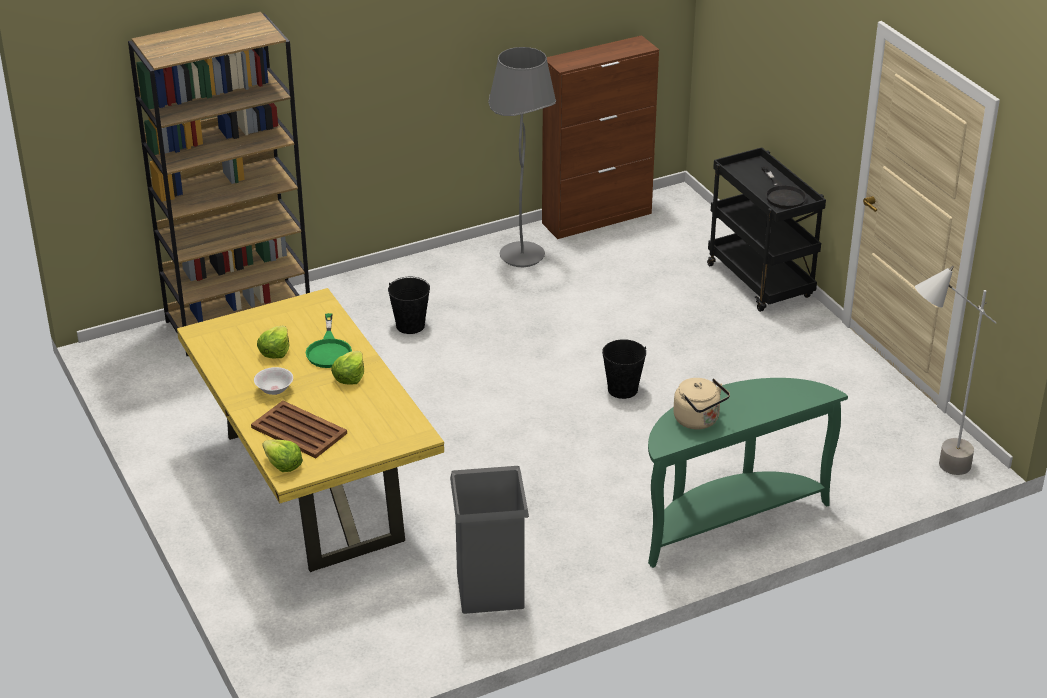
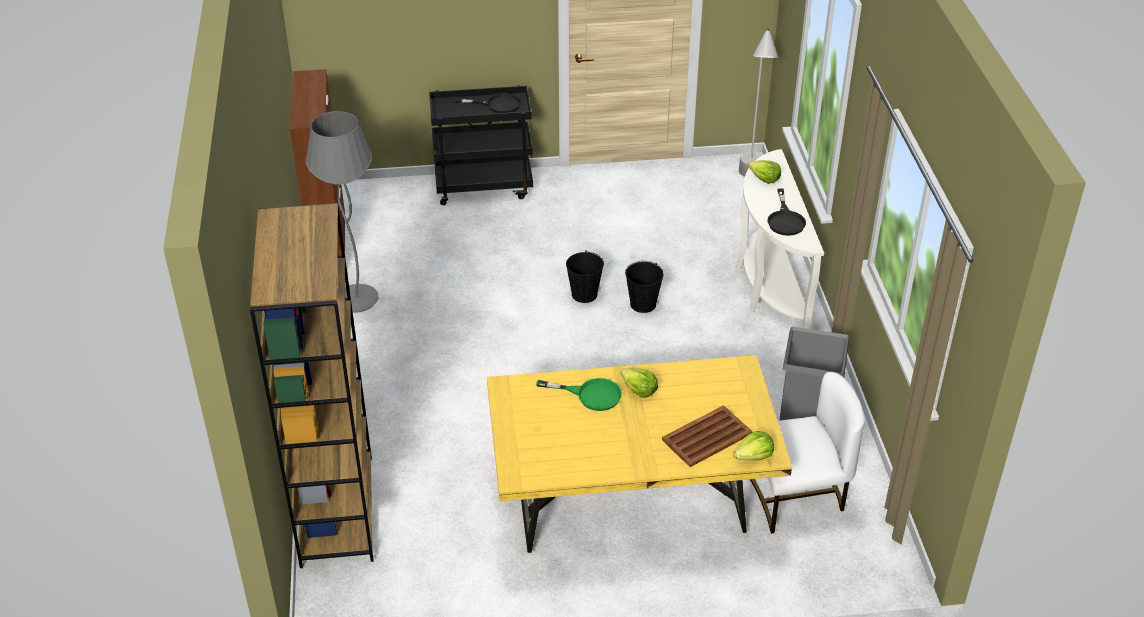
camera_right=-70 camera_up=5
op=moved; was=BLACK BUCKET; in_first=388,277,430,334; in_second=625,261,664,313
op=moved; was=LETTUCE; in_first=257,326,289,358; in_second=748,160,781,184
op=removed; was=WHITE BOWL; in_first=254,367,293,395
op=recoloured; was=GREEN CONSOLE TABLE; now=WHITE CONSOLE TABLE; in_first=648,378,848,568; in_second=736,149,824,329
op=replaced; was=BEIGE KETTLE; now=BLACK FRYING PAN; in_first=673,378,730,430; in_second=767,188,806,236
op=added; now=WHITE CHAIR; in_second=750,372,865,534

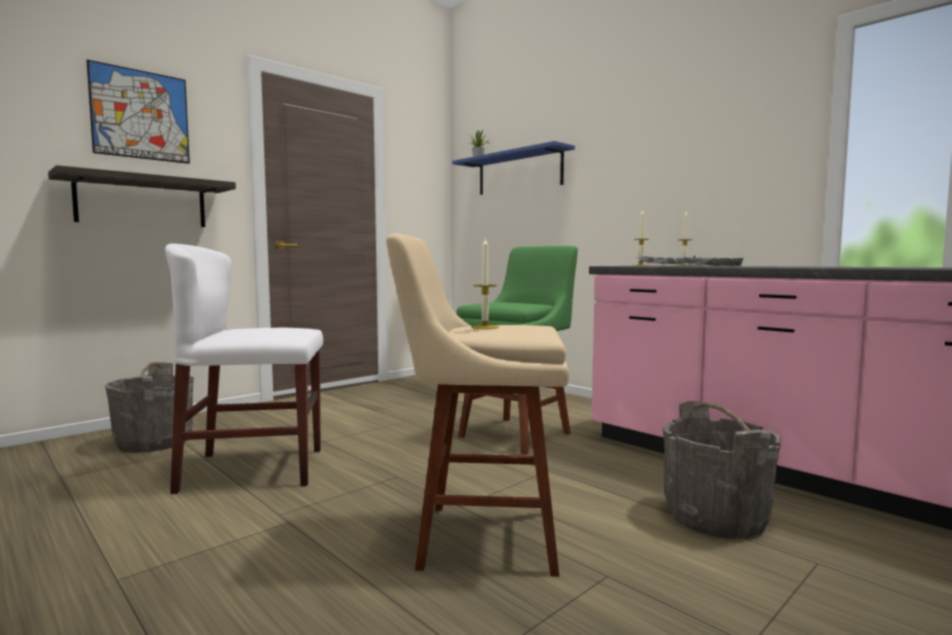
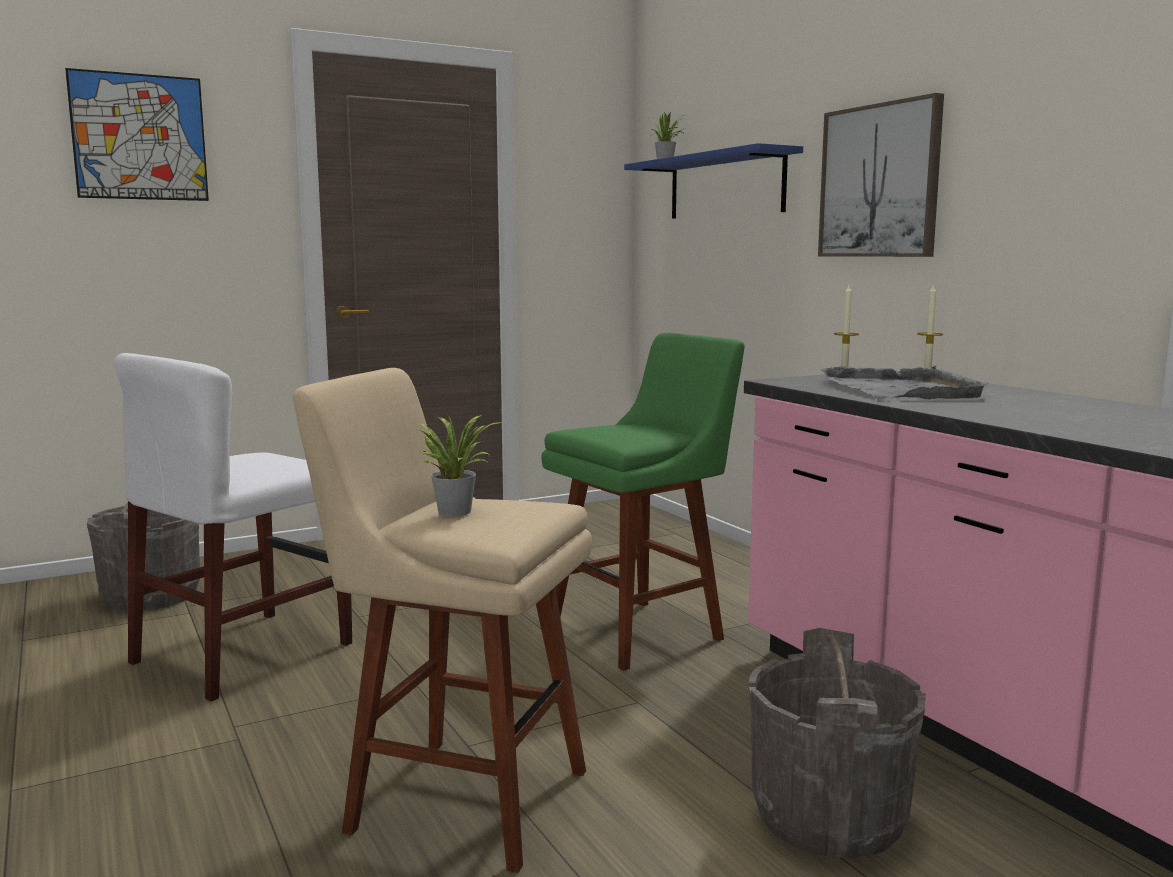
camera_right=15 camera_up=5
op=removed; was=SHELF; in_first=48,165,236,227
op=replaced; was=CANDLE; now=POTTED PLANT; in_first=471,238,499,329; in_second=418,413,504,516
op=turned; was=WHITE CHAIR; in_first=165,243,323,494; in_second=114,353,352,701; clockwise=-60
op=added; now=PICTURE; in_second=818,93,944,257

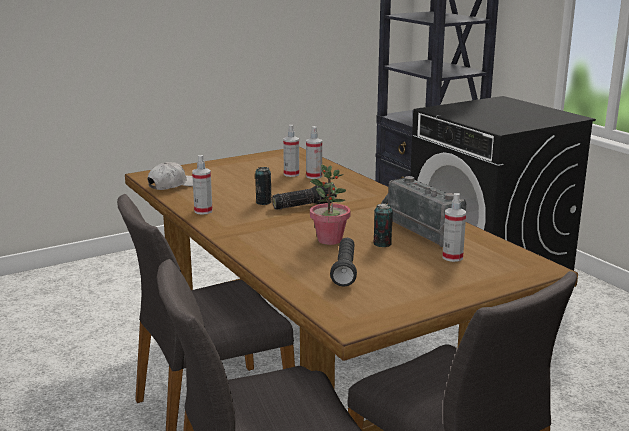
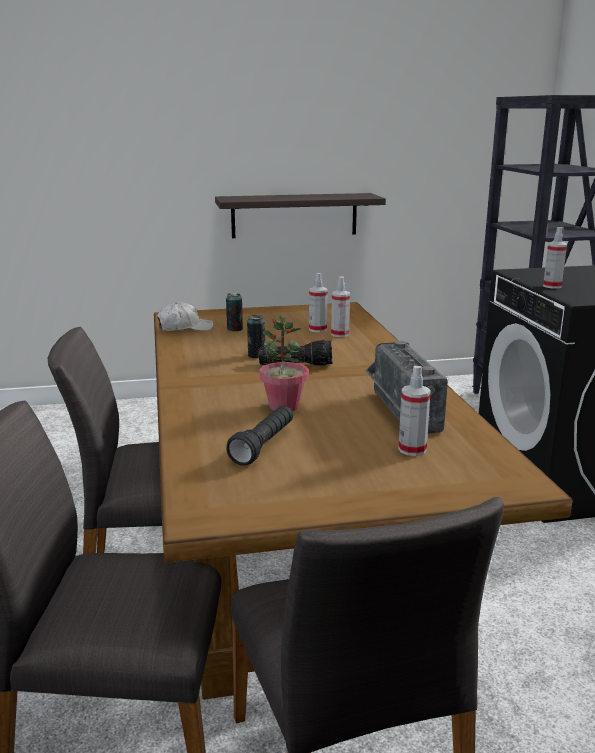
camera_right=20 camera_up=0
op=moved; was=SPRAY BOTTLE; in_first=192,155,213,215; in_second=543,227,567,289
op=moved; was=CAN; in_first=374,203,393,247; in_second=226,293,243,331
op=added; now=SHELF; in_second=215,193,386,238

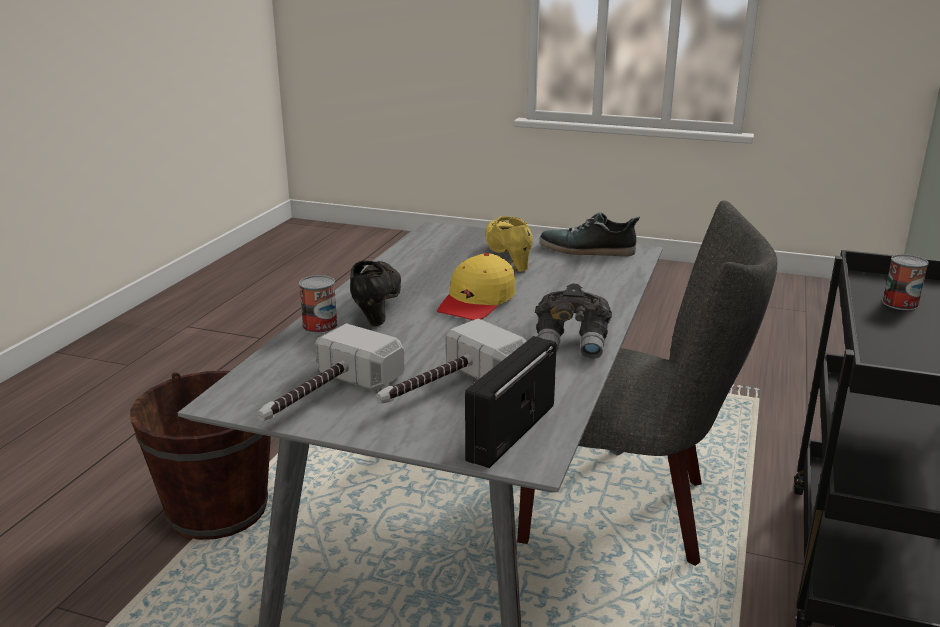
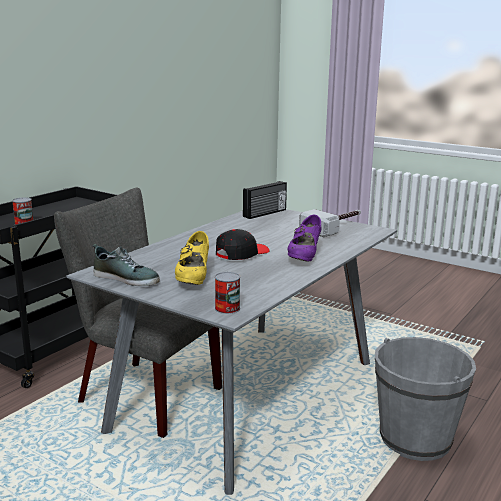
camera_right=-165 camera_up=-5
op=recoloured; was=YELLOW CAP; now=BLACK CAP; in_first=437,253,515,320; in_second=216,229,269,260
op=recoloured; was=BLACK SHOE; now=PURPLE SHOE; in_first=350,260,401,327; in_second=287,215,321,261
op=moved; was=CAN; in_first=299,275,338,334; in_second=215,272,240,314
op=removed; was=GREY BINOCULARS; in_first=535,283,612,359
op=removed; was=HAMMER; in_first=376,318,527,404
op=recoloured; was=BROWN BUCKET; now=GREY BUCKET; in_first=130,371,271,540; in_second=375,337,476,461

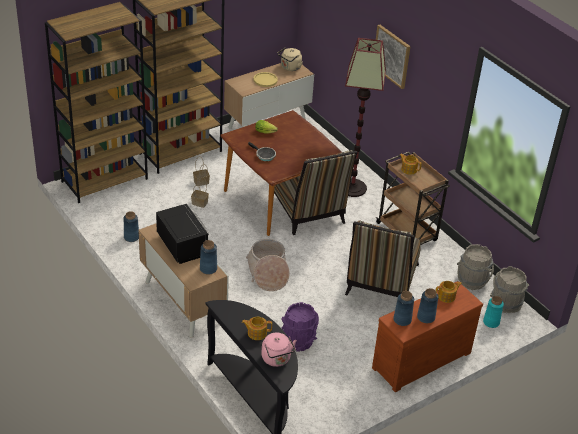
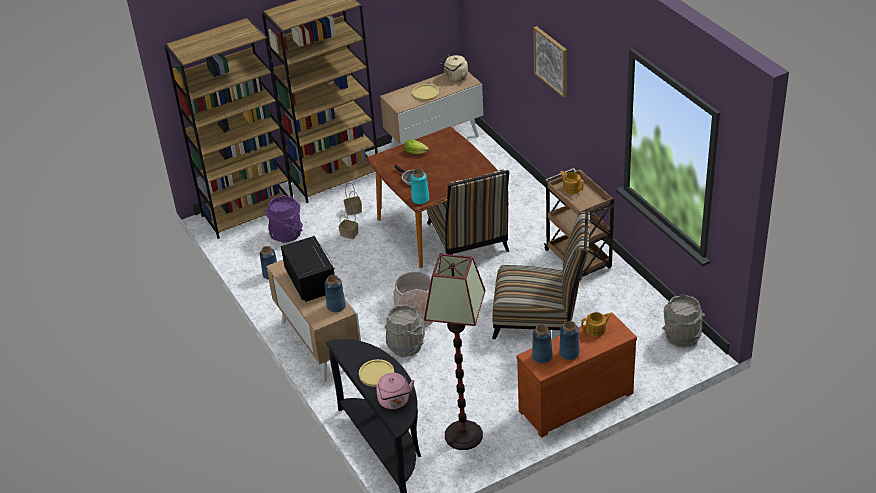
camera_right=10 camera_up=0
op=moved; was=FLOOR LAMP; in_first=345,38,386,197; in_second=424,254,486,450
op=turned; was=CHAIR; in_first=345,220,421,297; in_second=492,209,590,339; clockwise=-105
op=moved; was=GREY BUCKET; in_first=457,244,494,290; in_second=385,304,425,357
op=moved; was=TURQUOISE VASE; in_first=483,296,504,328; in_second=411,169,429,204
op=moved; was=PURPLE BUCKET; in_first=281,302,319,351; in_second=265,195,303,243
op=replaced; was=TEAPOT; now=YELLOW PLATE; in_first=242,317,272,340; in_second=359,359,394,387

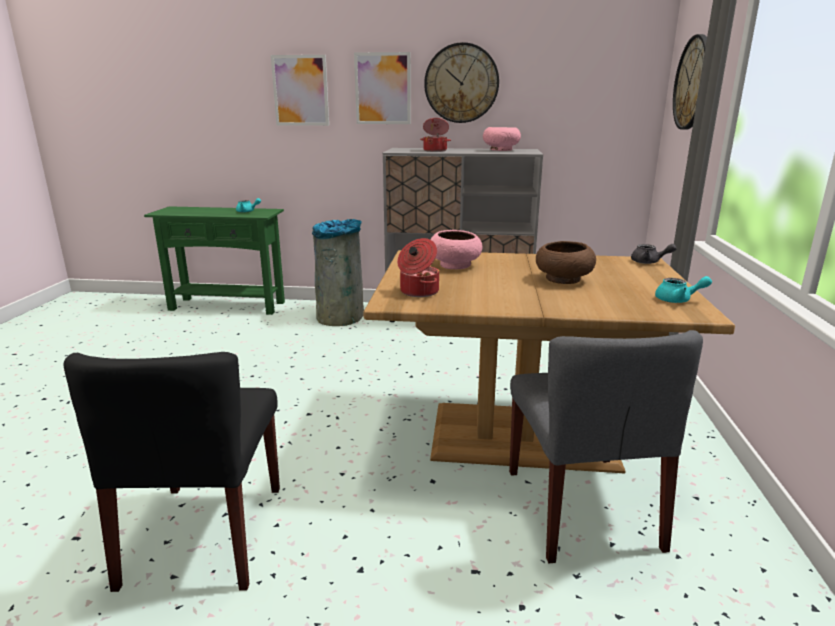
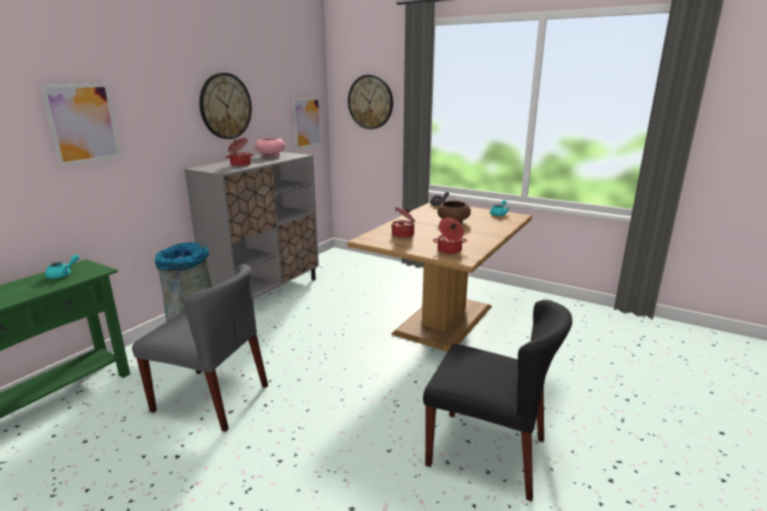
camera_right=-65 camera_up=0
op=moved; was=PICTURE; in_first=354,52,411,124; in_second=293,98,322,149
op=replaced; was=PINK BOWL; now=COOKING POT; in_first=430,230,482,269; in_second=391,207,415,238
op=moved; was=GREY CHAIR; in_first=509,330,703,563; in_second=132,264,268,432

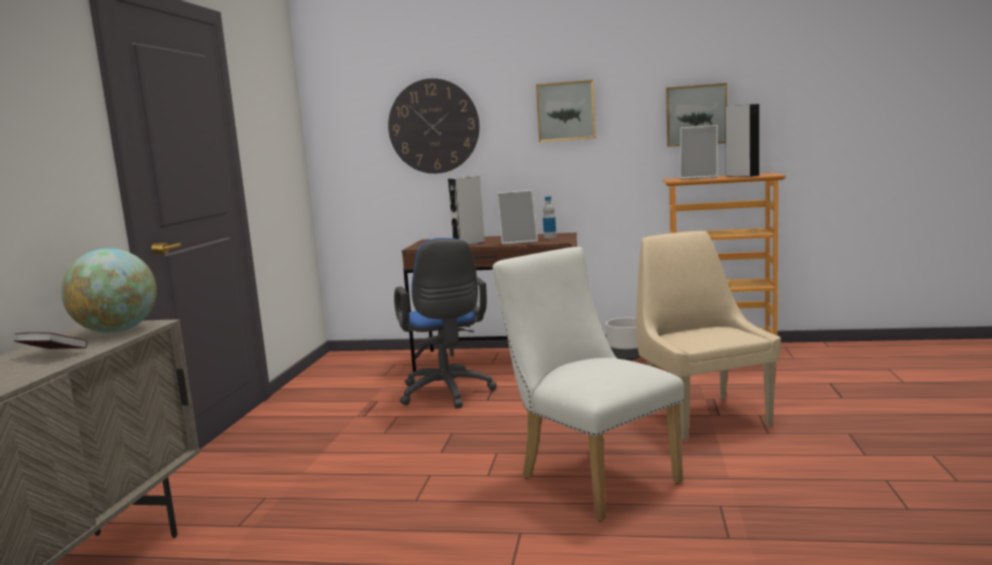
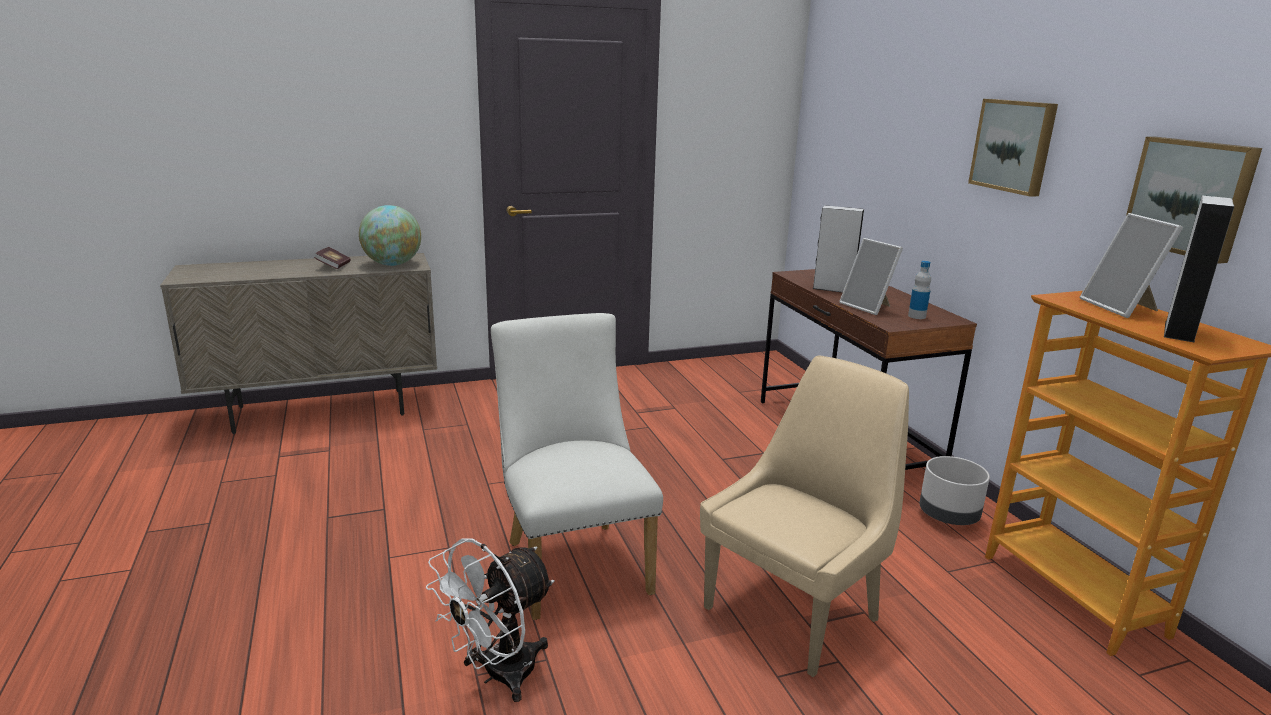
camera_right=60 camera_up=10
op=removed; was=WALL CLOCK; in_first=388,78,480,174
op=removed; was=BLUE OFFICE CHAIR; in_first=394,238,497,408
op=turned; was=WHITE CHAIR; in_first=493,247,684,522; in_second=491,313,663,620; clockwise=-45
op=added; now=WHITE FAN; in_second=426,539,555,702

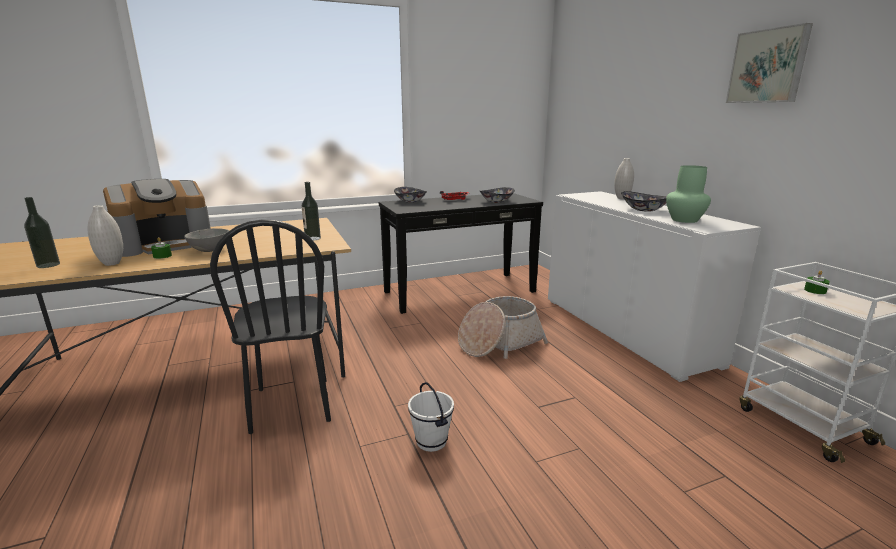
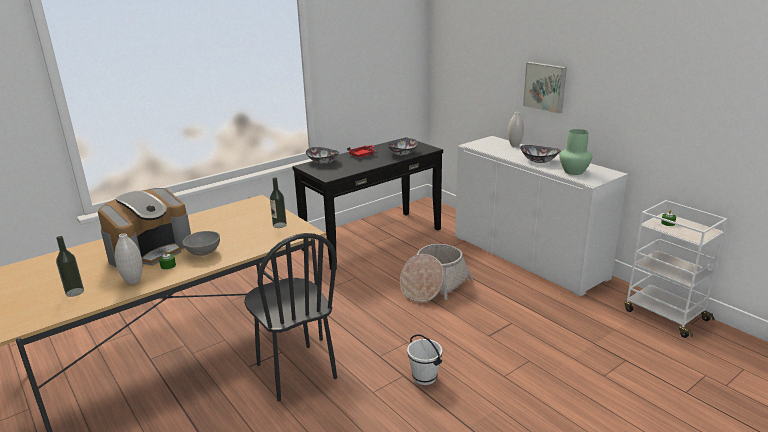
camera_right=-15 camera_up=5
op=moved; was=PICTURE; in_first=726,23,813,103; in_second=523,62,567,114

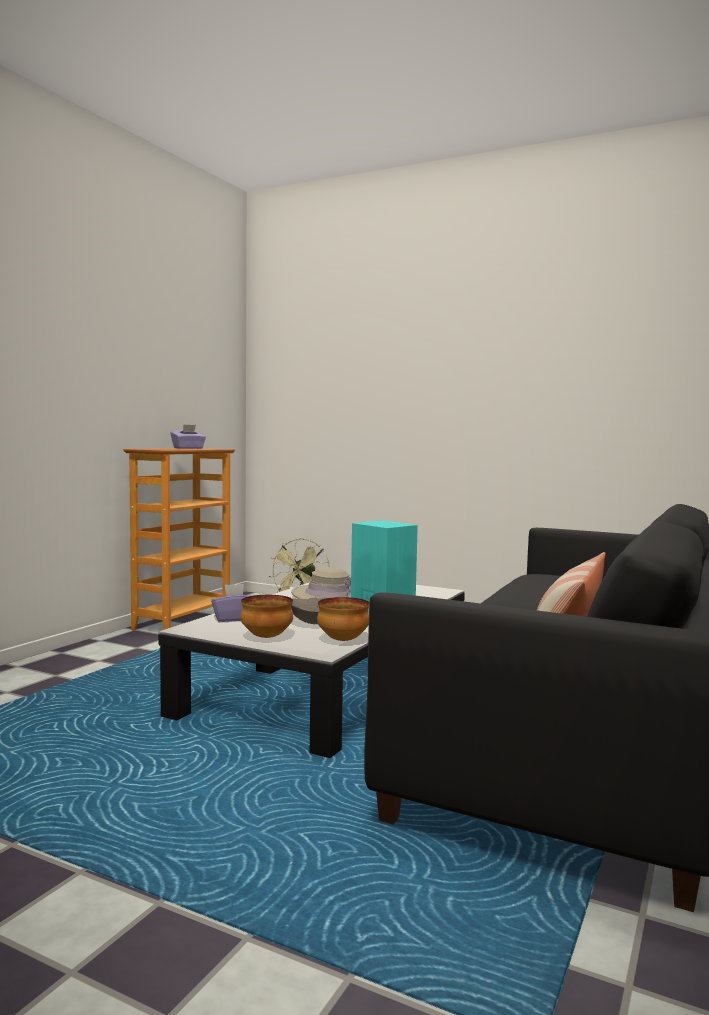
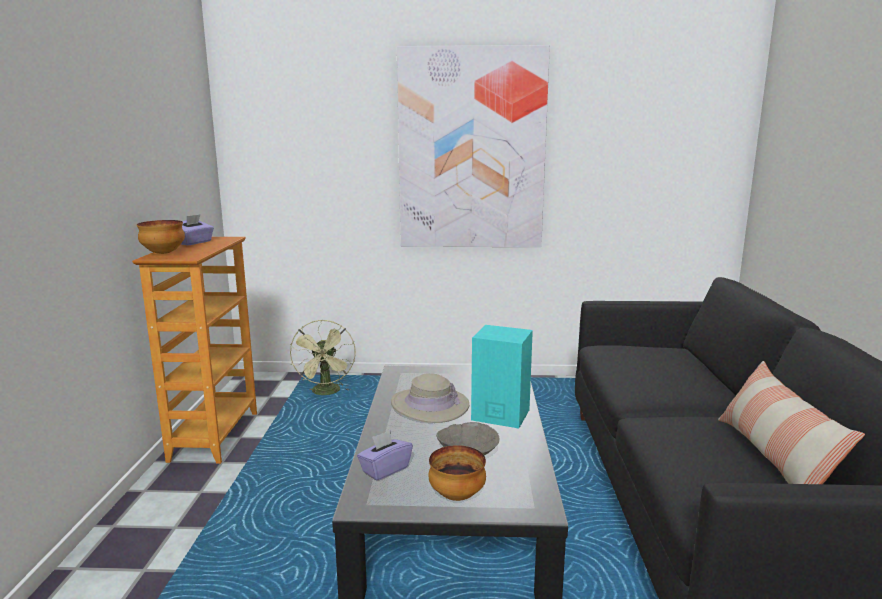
camera_right=-25 camera_up=10
op=moved; was=BOWL; in_first=317,597,369,641; in_second=137,220,185,254
op=added; now=PICTURE; in_second=397,45,550,247

